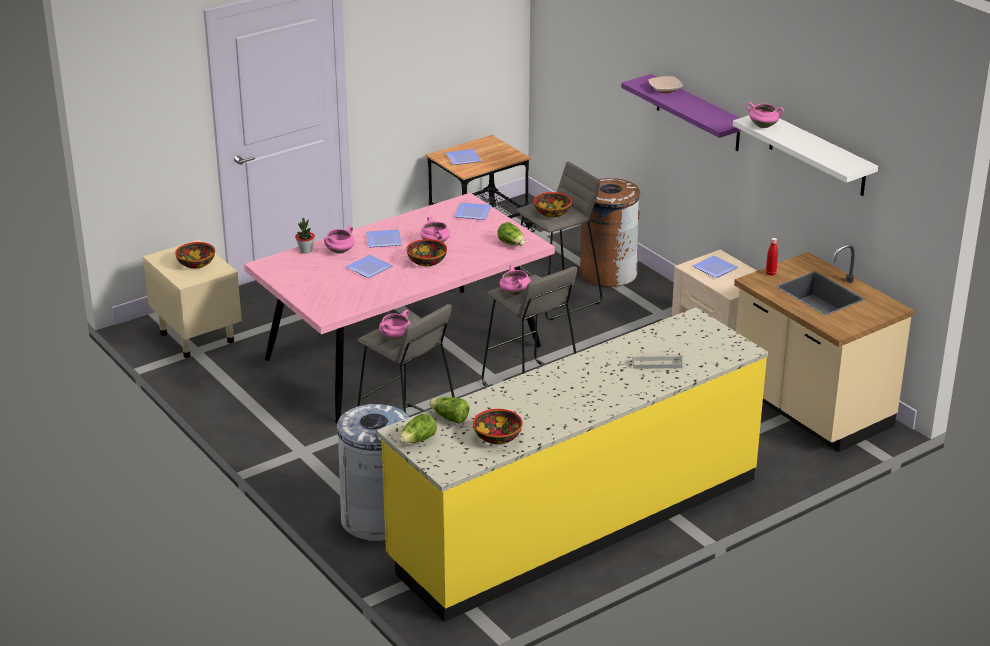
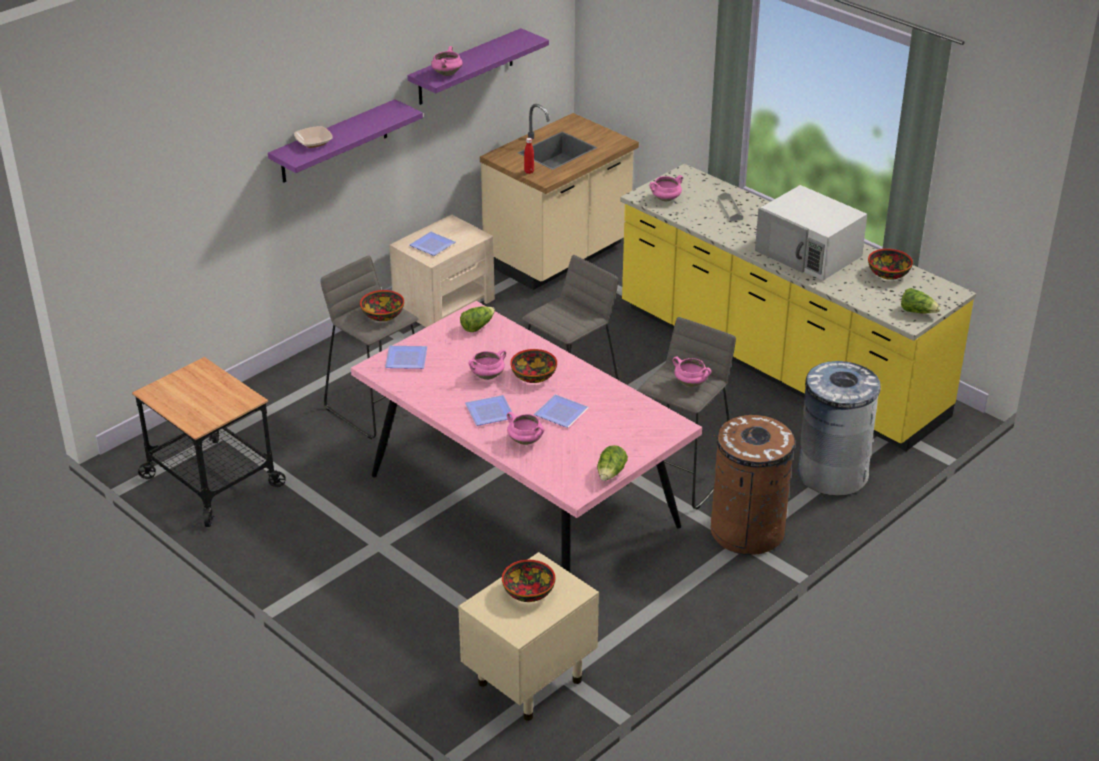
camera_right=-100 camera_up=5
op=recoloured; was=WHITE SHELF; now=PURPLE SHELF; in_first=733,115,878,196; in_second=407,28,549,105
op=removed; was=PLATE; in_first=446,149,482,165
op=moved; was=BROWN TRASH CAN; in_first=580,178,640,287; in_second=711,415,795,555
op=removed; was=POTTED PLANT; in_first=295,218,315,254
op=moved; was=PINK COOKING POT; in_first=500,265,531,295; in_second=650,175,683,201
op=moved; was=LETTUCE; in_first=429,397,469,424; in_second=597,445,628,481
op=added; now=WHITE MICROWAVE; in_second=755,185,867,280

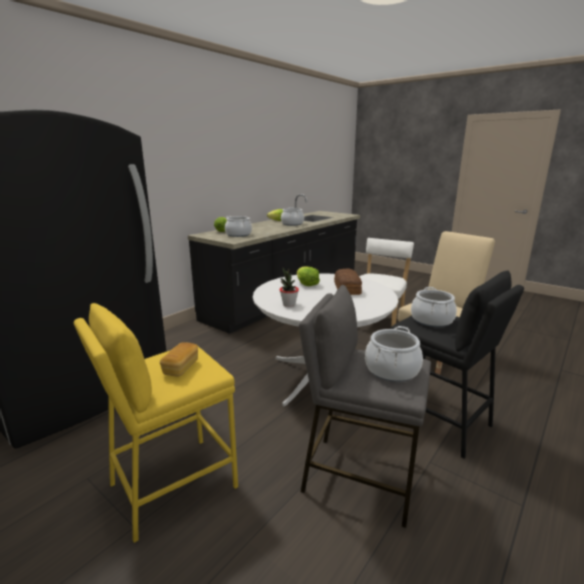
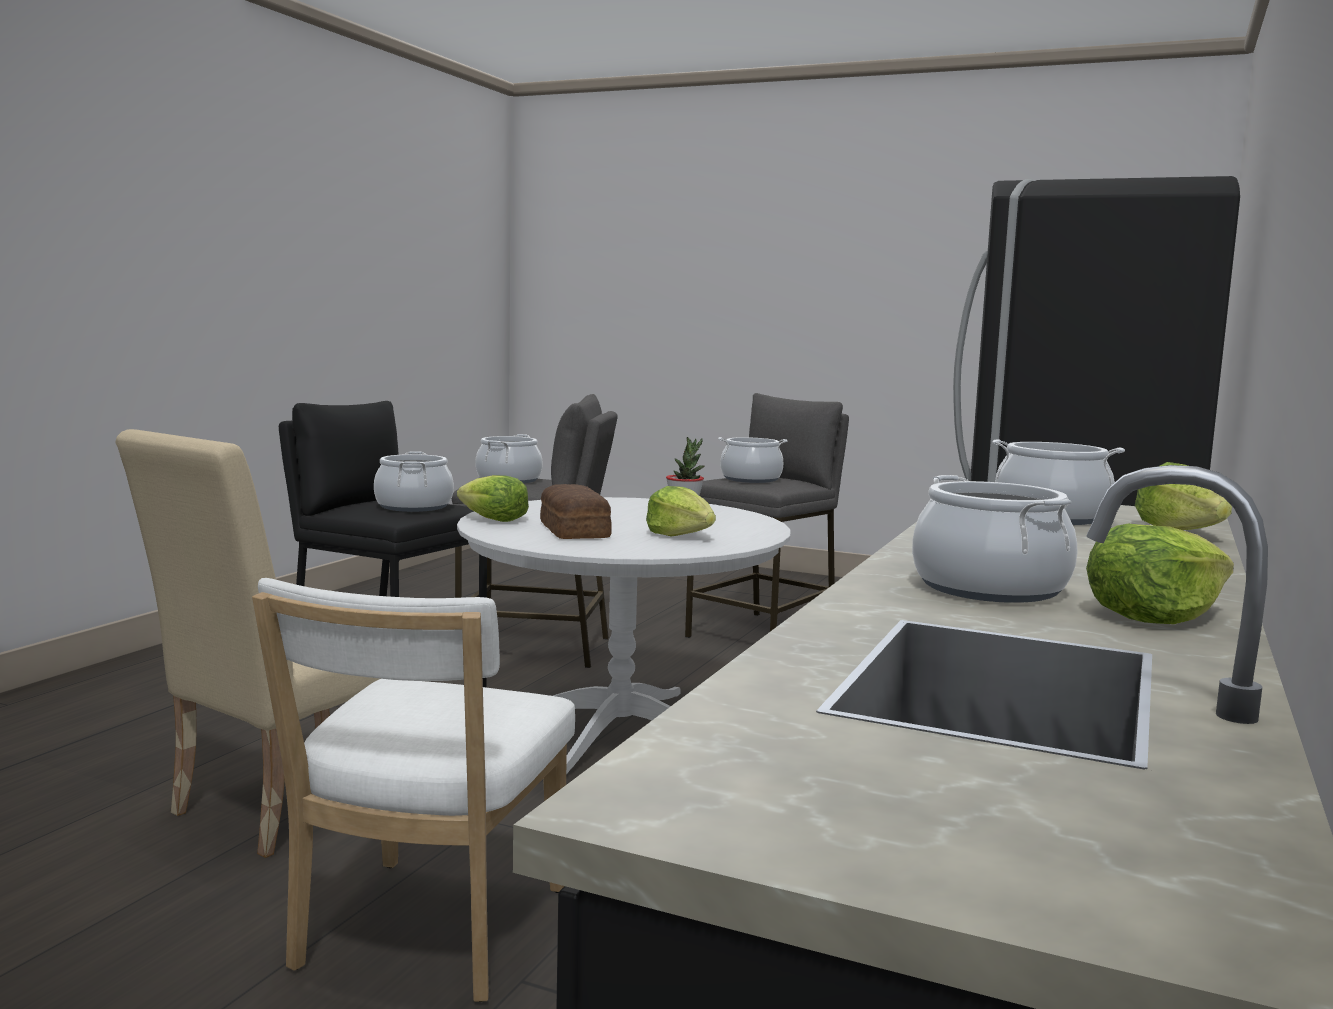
camera_right=165 camera_up=-10
op=recoloured; was=YELLOW STOOL; now=GREY STOOL; in_first=74,303,238,543; in_second=685,393,849,638
op=replaced; was=BREAD; now=COOKING POT; in_first=160,342,198,377; in_second=718,437,788,483
op=added; now=LETTUCE; in_second=457,475,529,522

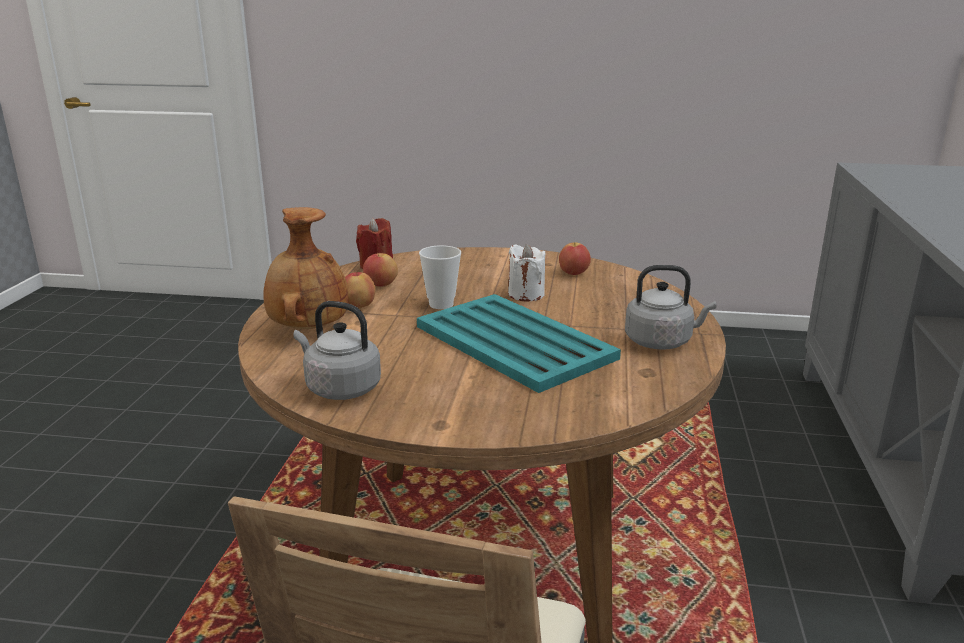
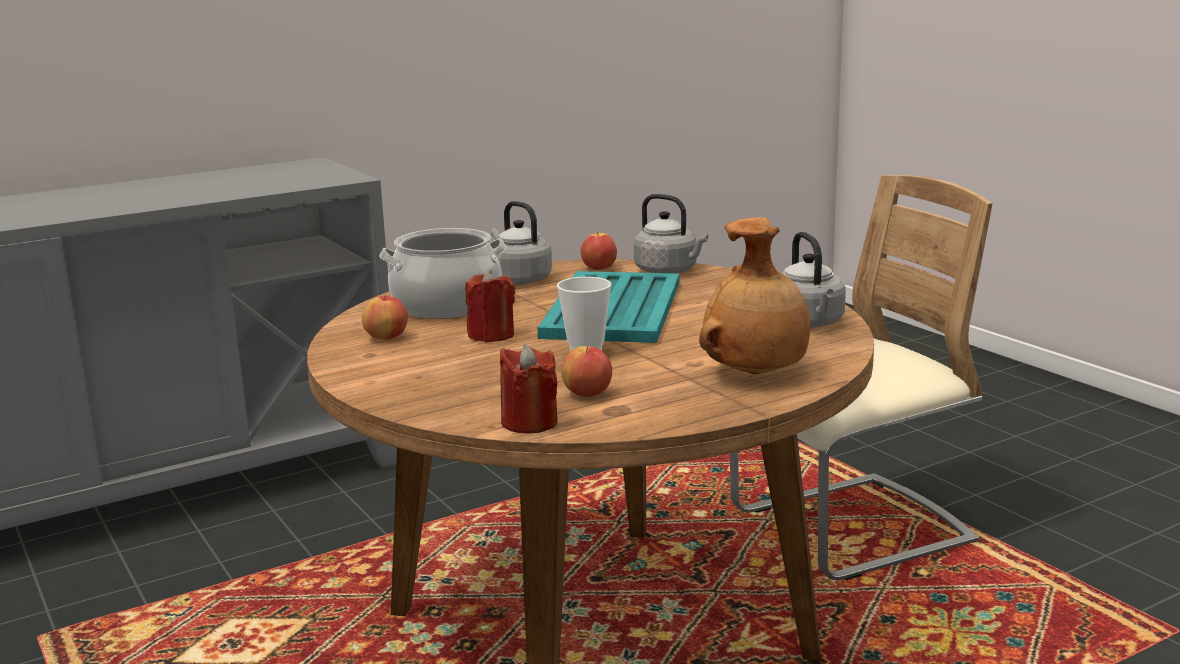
camera_right=-130 camera_up=-5
op=recoloured; was=WHITE CANDLE; now=RED CANDLE; in_first=508,244,545,302; in_second=465,269,515,342
op=moved; was=APPLE; in_first=345,270,376,308; in_second=580,232,617,270
op=added; now=GREY KETTLE; in_second=634,194,708,273
op=added; now=COOKING POT; in_second=379,228,506,319

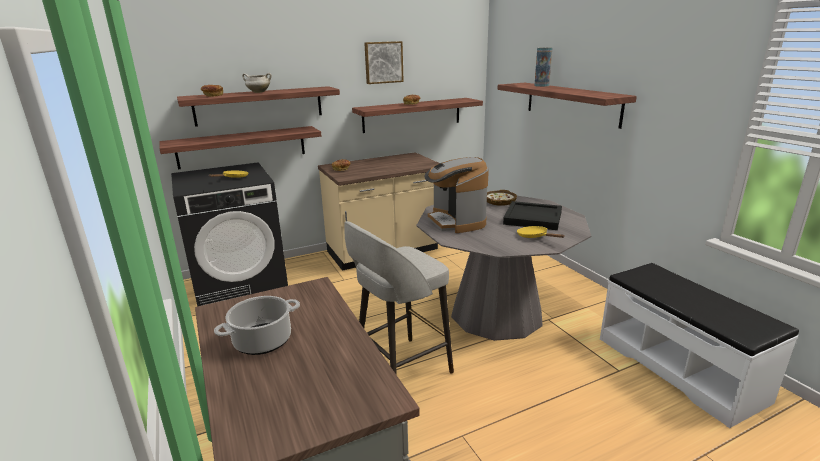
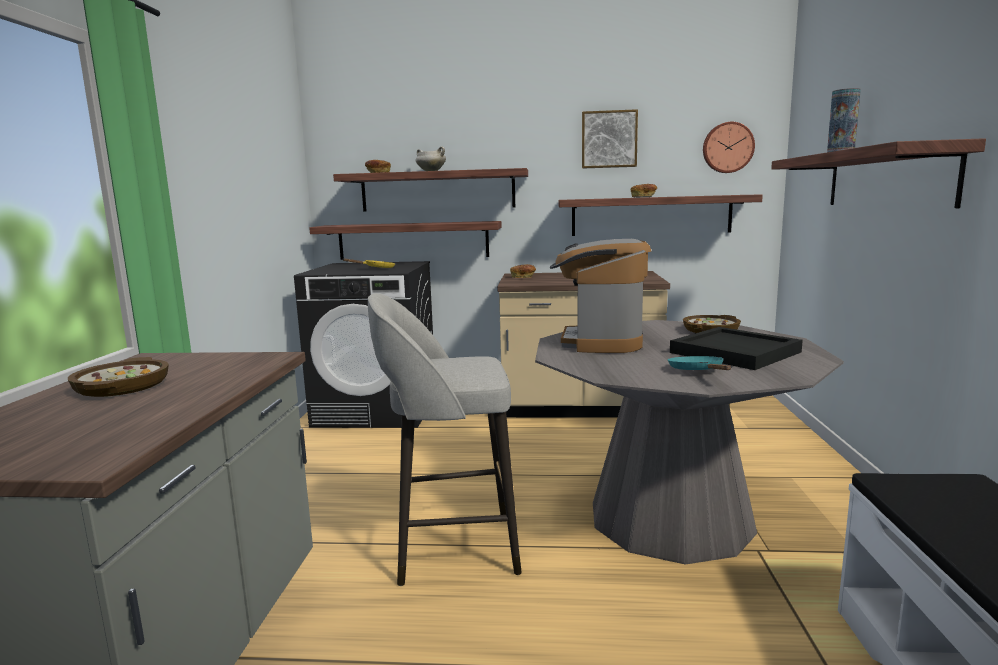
camera_right=30 camera_up=-10
op=recoloured; was=YELLOW FRYING PAN; now=TURQUOISE FRYING PAN; in_first=517,226,564,238; in_second=668,356,731,370
op=replaced; was=COOKING POT; now=BOWL; in_first=214,296,300,355; in_second=68,357,169,397
op=added; now=WALL CLOCK; in_second=703,122,755,173

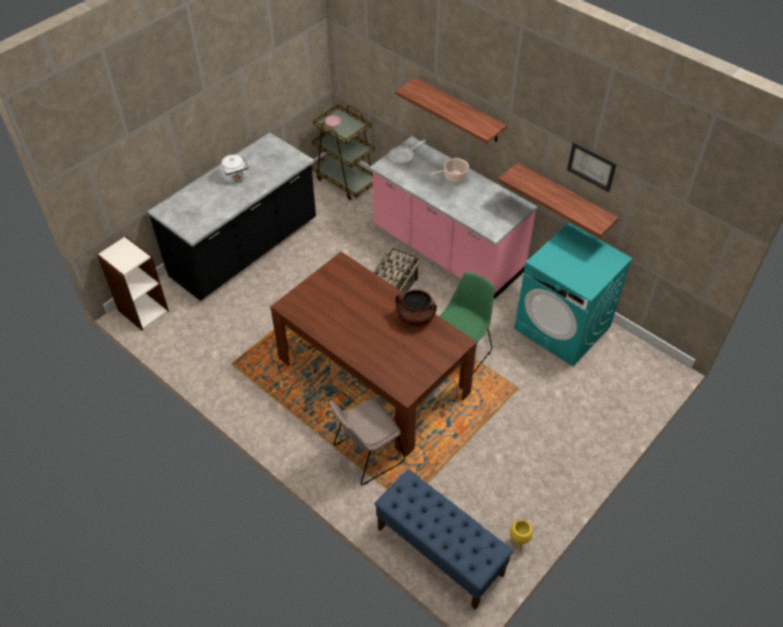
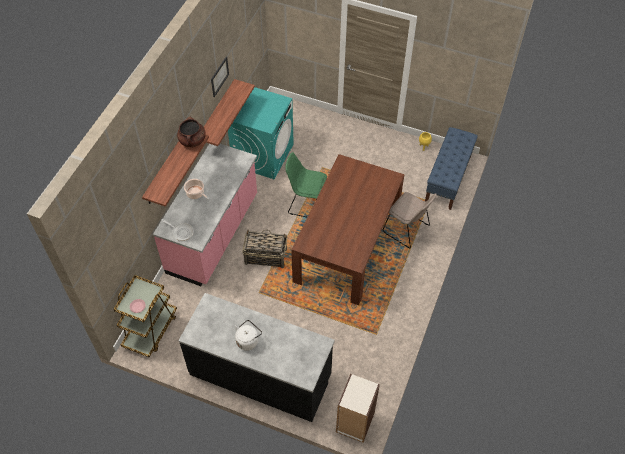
camera_right=-110 camera_up=5
op=moved; was=BROWN COOKING POT; in_first=395,289,437,327; in_second=177,117,206,148

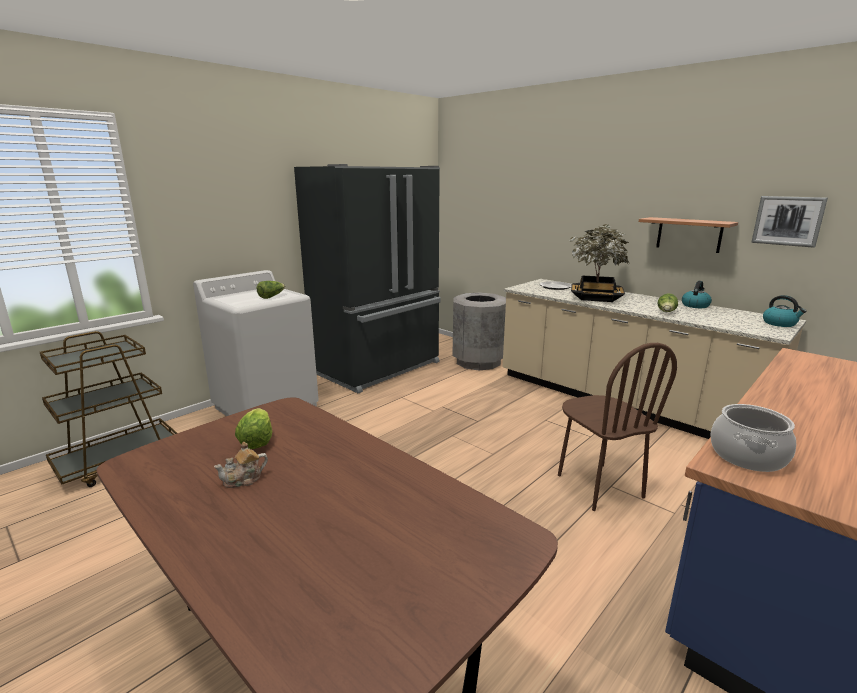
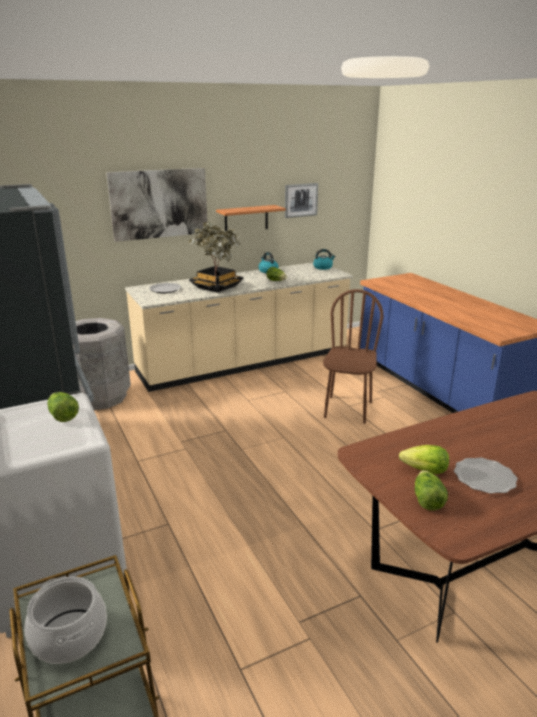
camera_right=-70 camera_up=5
op=turned; was=BROWN CHAIR; in_first=558,343,677,511; in_second=323,289,383,424; clockwise=-75
op=moved; was=COOKING POT; in_first=710,404,796,472; in_second=25,577,107,664
op=replaced; was=TEAPOT; now=PLATE; in_first=214,442,268,488; in_second=454,457,518,494
op=added; now=PICTURE; in_second=106,168,207,242
op=added; now=LETTUCE; in_second=415,470,448,511

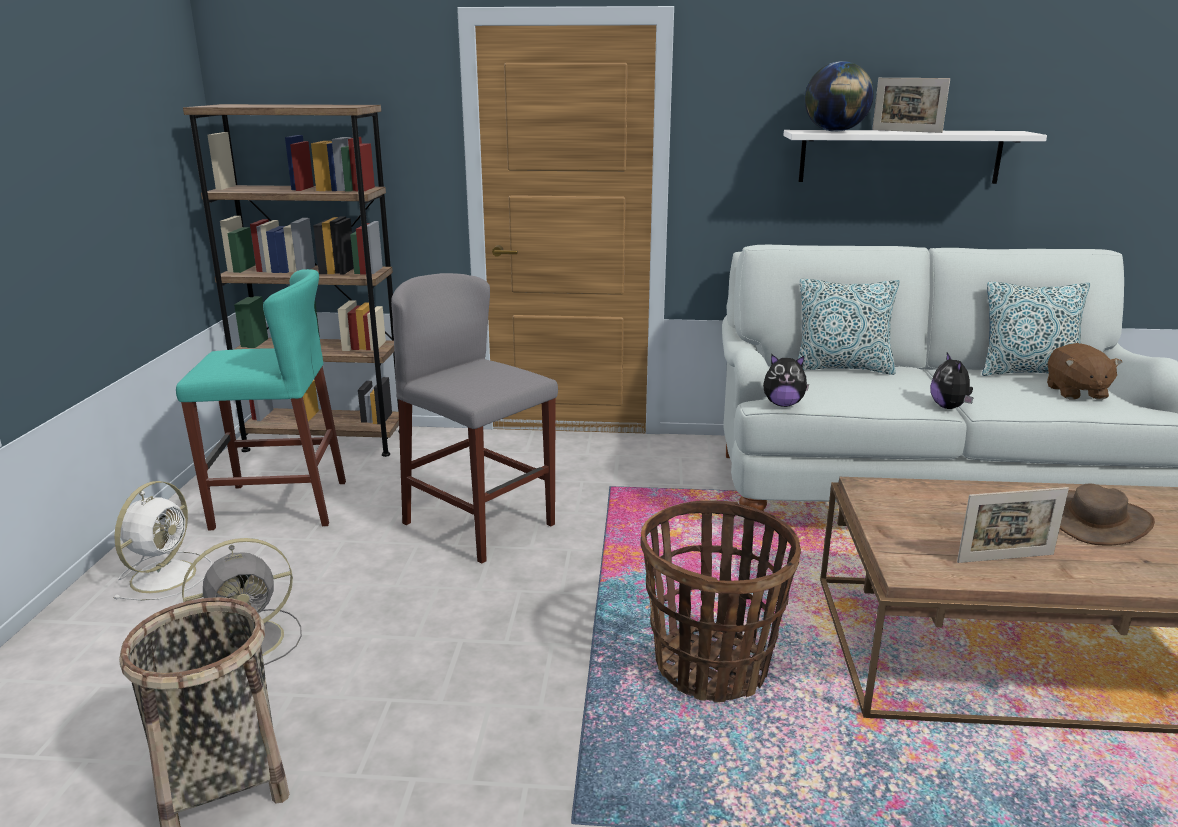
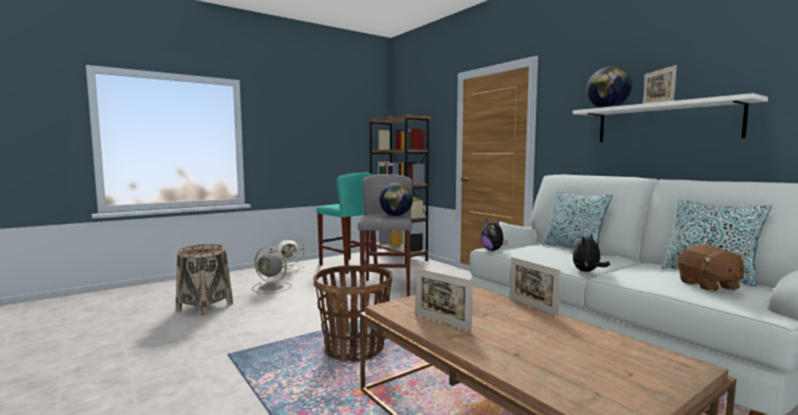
camera_right=50 camera_up=-15
op=turned; was=BROWN PLUSH TOY; in_first=1047,343,1122,400; in_second=677,244,746,292; clockwise=-60
op=removed; was=BROWN HAT; in_first=1060,484,1155,545
op=added; now=GLOBE; in_second=379,183,413,216
op=added; now=PICTURE FRAME; in_second=510,257,560,316

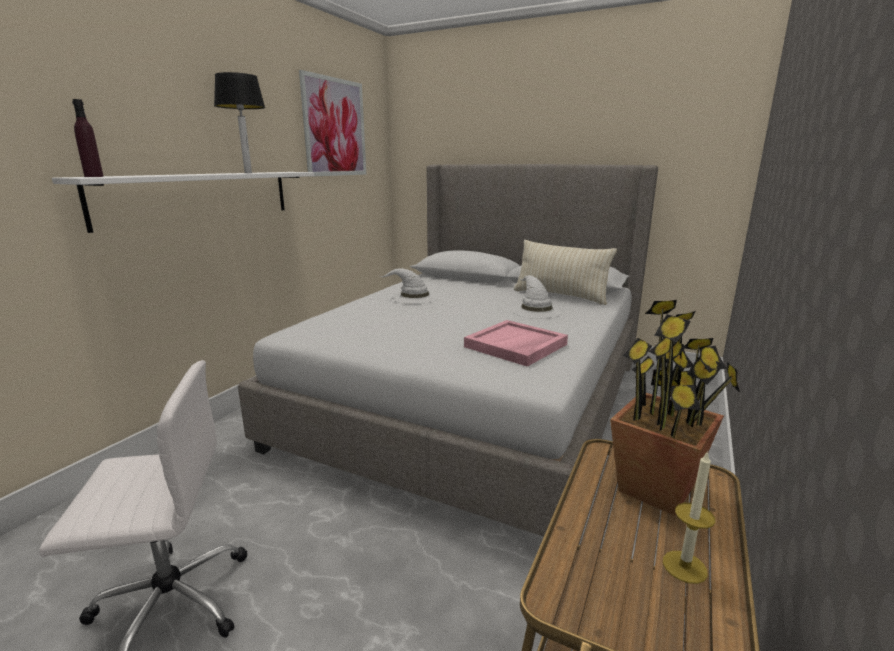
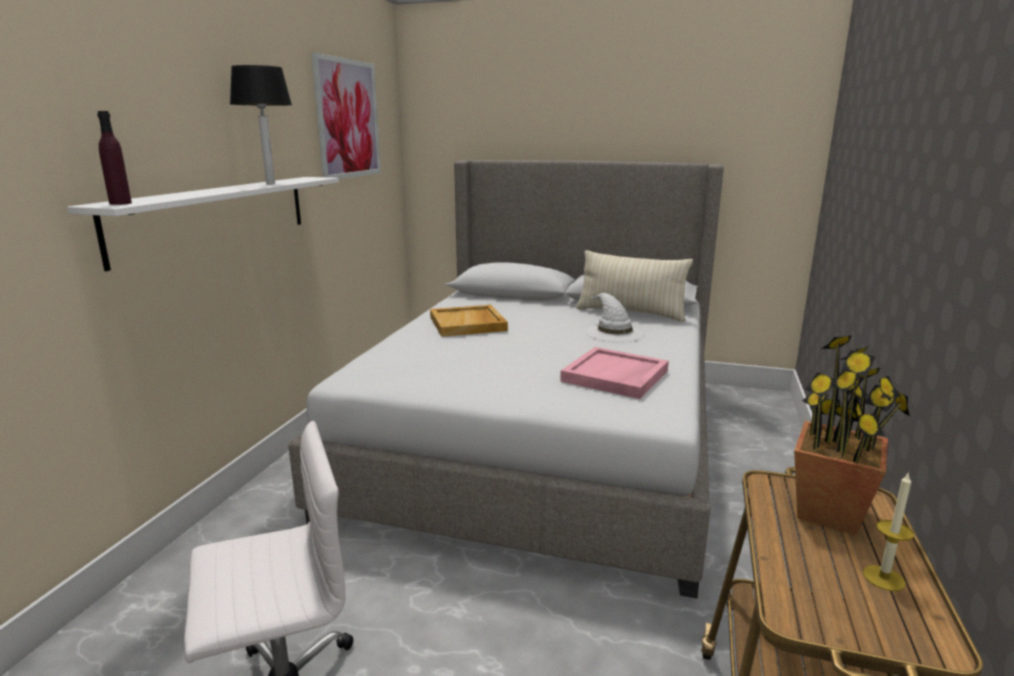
camera_right=-10 camera_up=0
op=replaced; was=WHITE HAT; now=BEIGE TRAY; in_first=380,268,439,304; in_second=430,305,508,337

